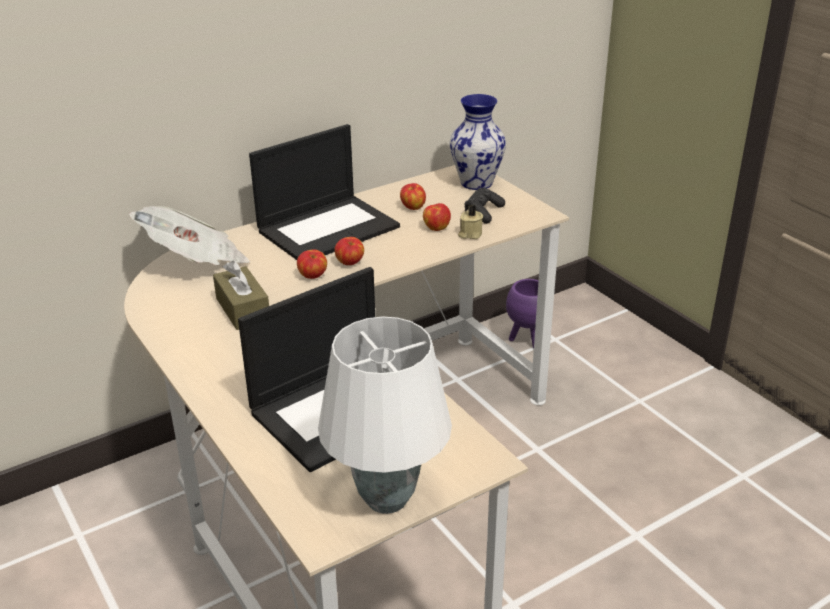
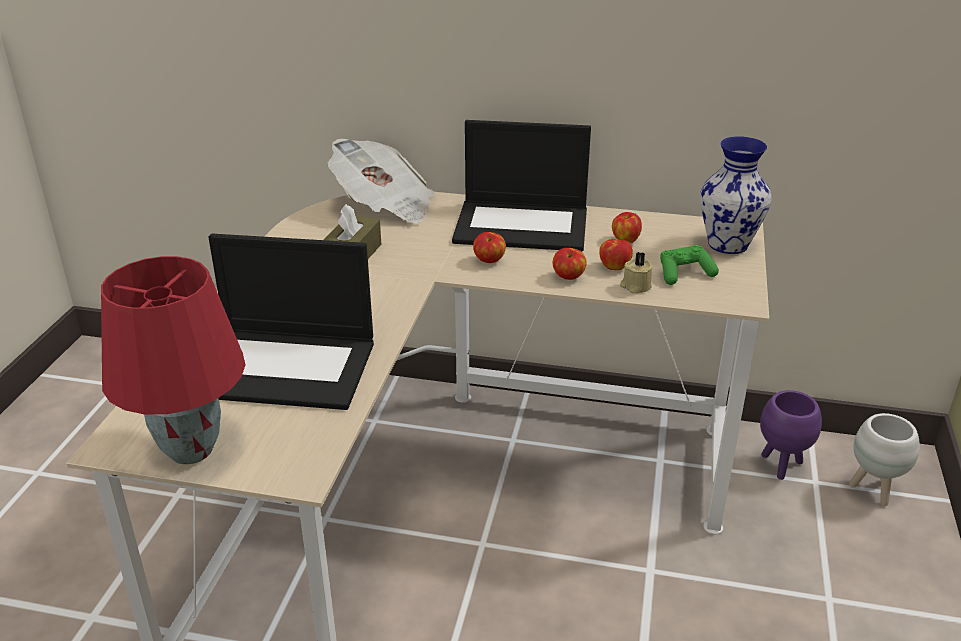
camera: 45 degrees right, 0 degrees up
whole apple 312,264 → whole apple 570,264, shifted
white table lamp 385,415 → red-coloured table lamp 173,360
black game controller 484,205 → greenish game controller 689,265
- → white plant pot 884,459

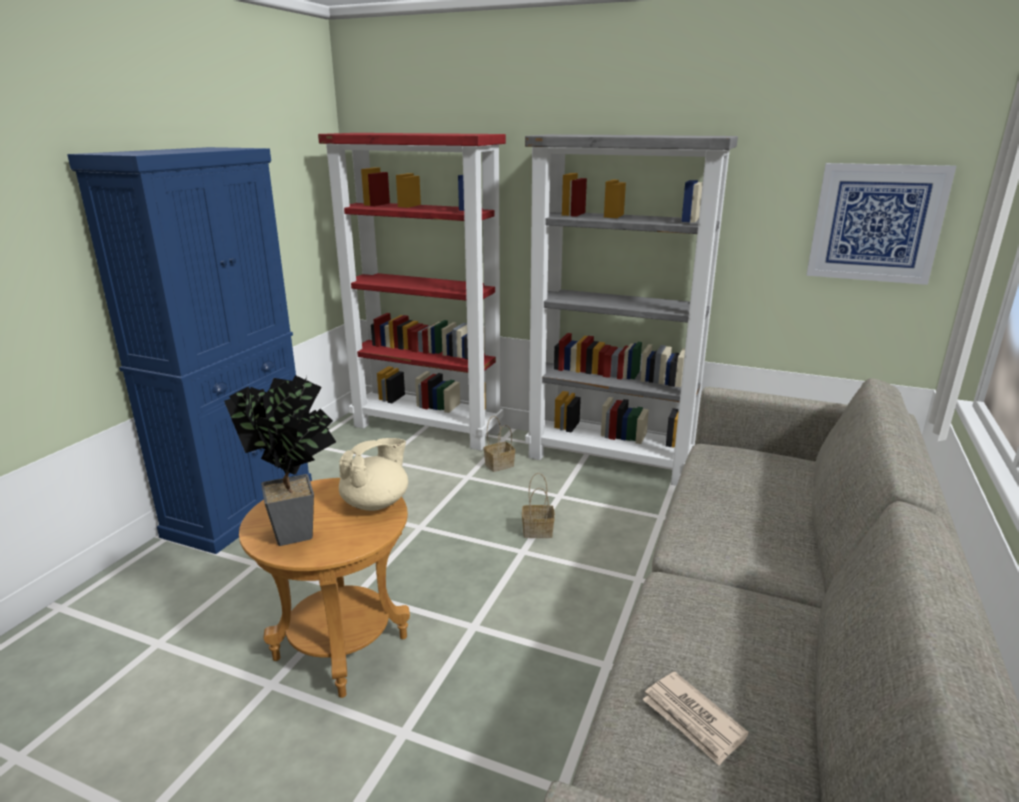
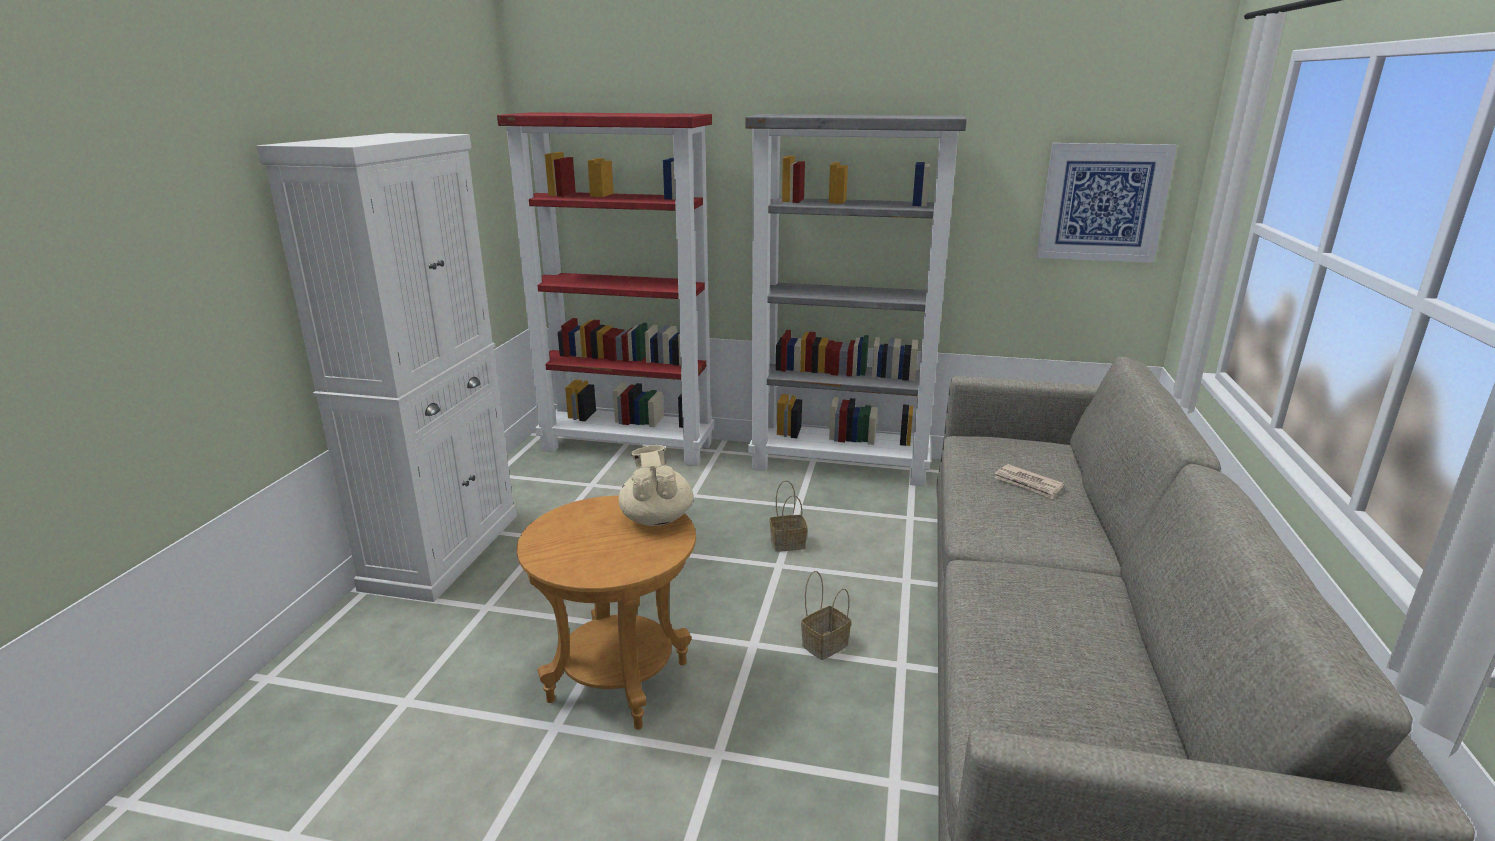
camera: 10 degrees left, 0 degrees up
bluish storage cabinet 189,350 → white storage cabinet 386,367
plant in a pot 280,460 → -
beige teapot 373,474 → beige teapot 656,485, 45 degrees counterclockwise
storage basket 499,444 → storage basket 826,615, shifted
daily paper 695,719 → daily paper 1029,481, shifted

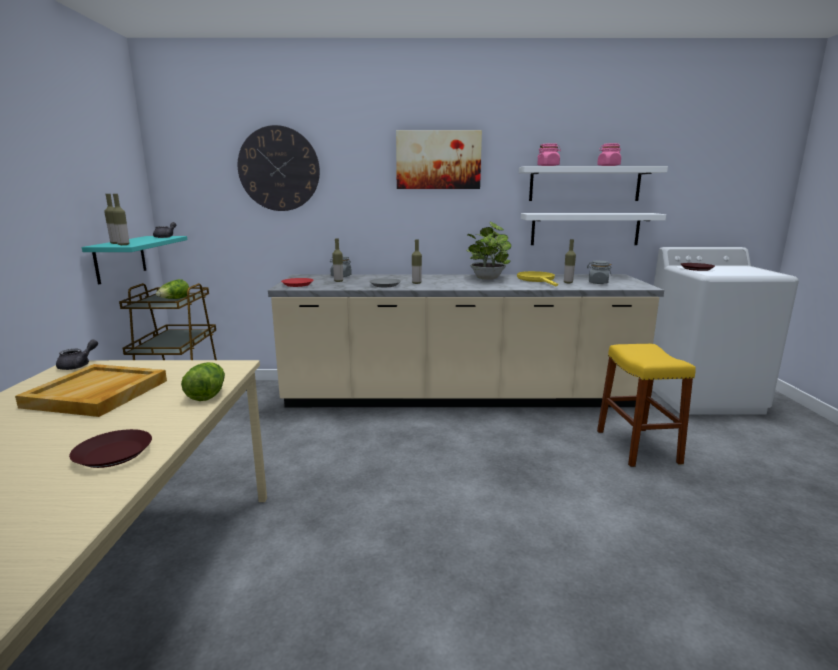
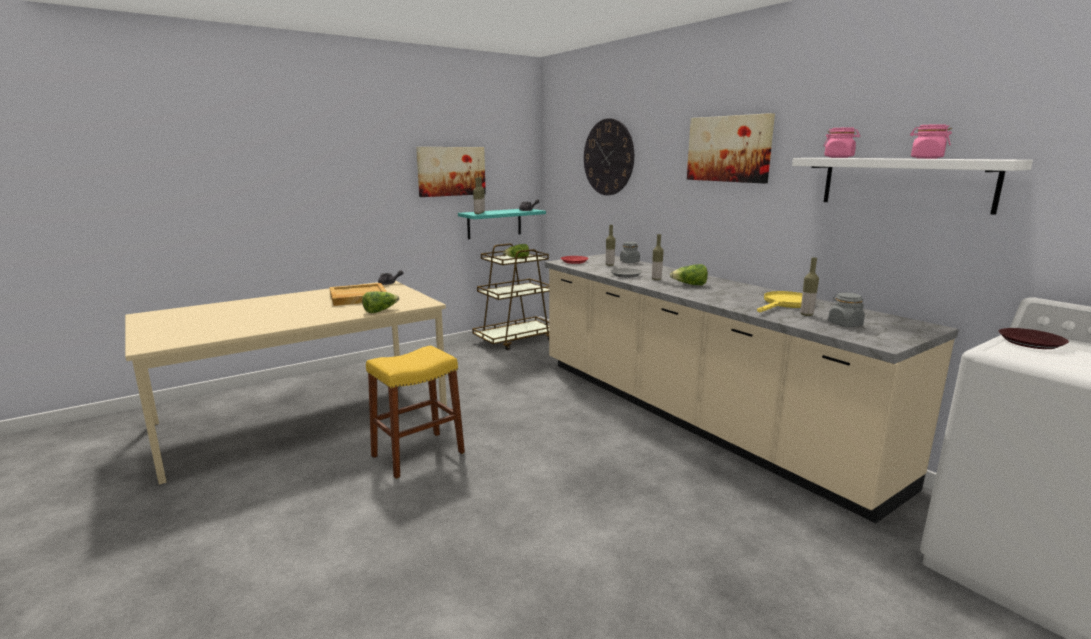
camera: 55 degrees right, 0 degrees up
brownish flat dish 110,448 → -
plant in a pot 488,250 → -
white wall shelf 593,229 → -
yellow stool 646,405 → yellow stool 415,412, shifted
- → picture 451,172
- → head of lettuce 689,274

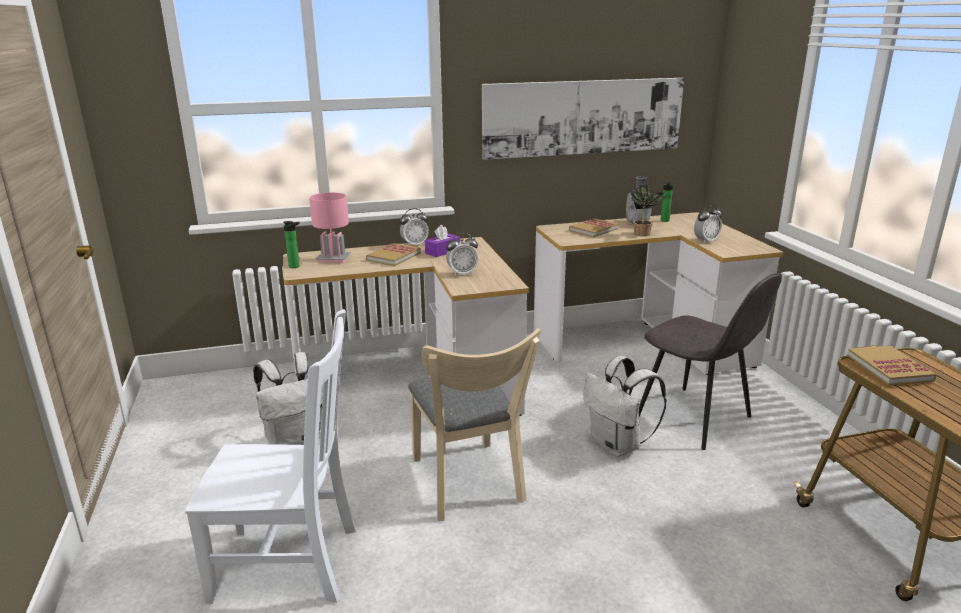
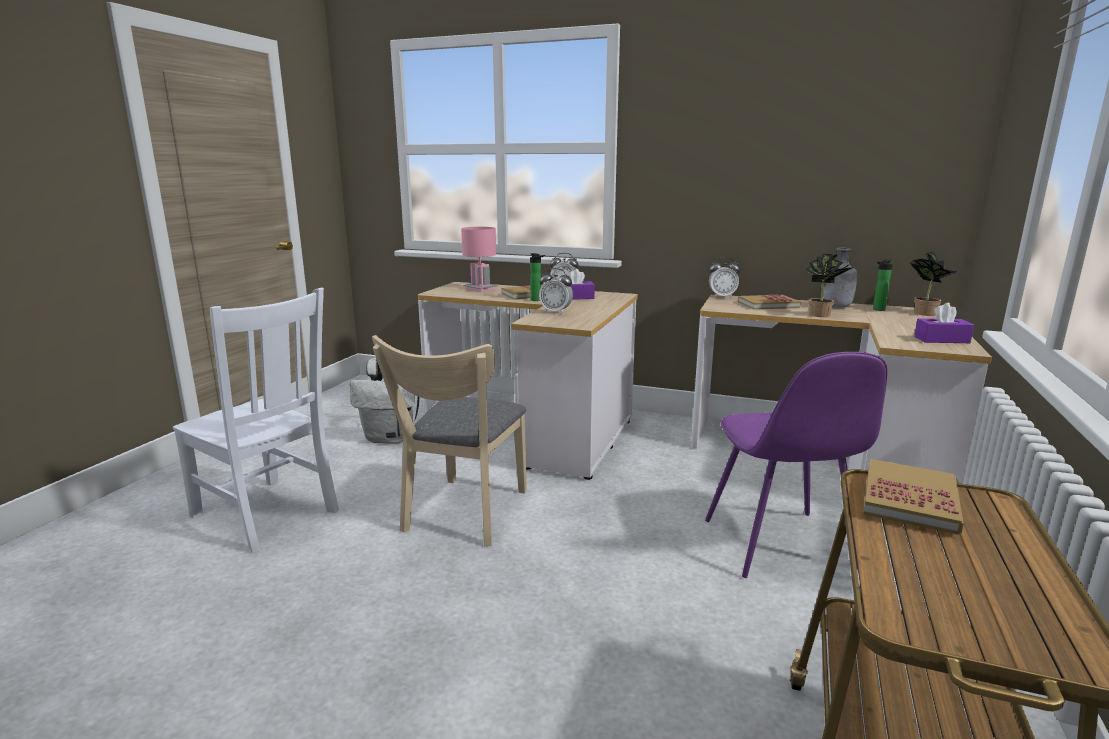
camera: 35 degrees right, 5 degrees down
beverage bottle 291,244 → beverage bottle 537,277, shifted
picture 583,119 → -
white backpack 625,406 → -
greyish chair 710,361 → purplish chair 796,465
table clock 708,224 → table clock 724,277, shifted
- → plant in a pot 933,283
- → purplish tissue box 944,323

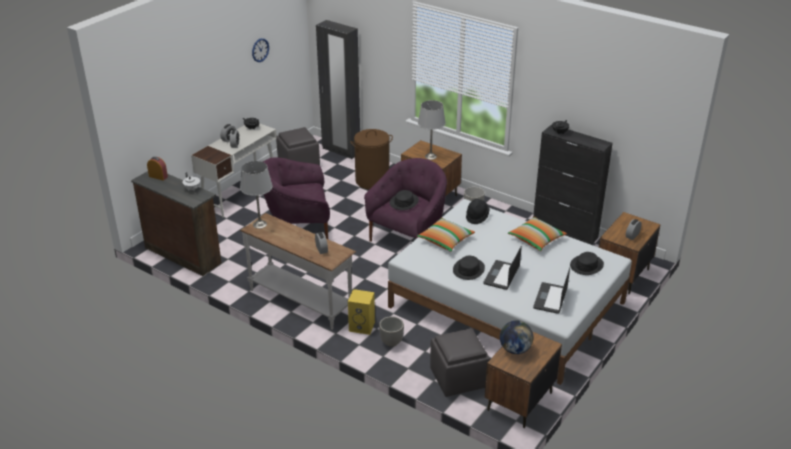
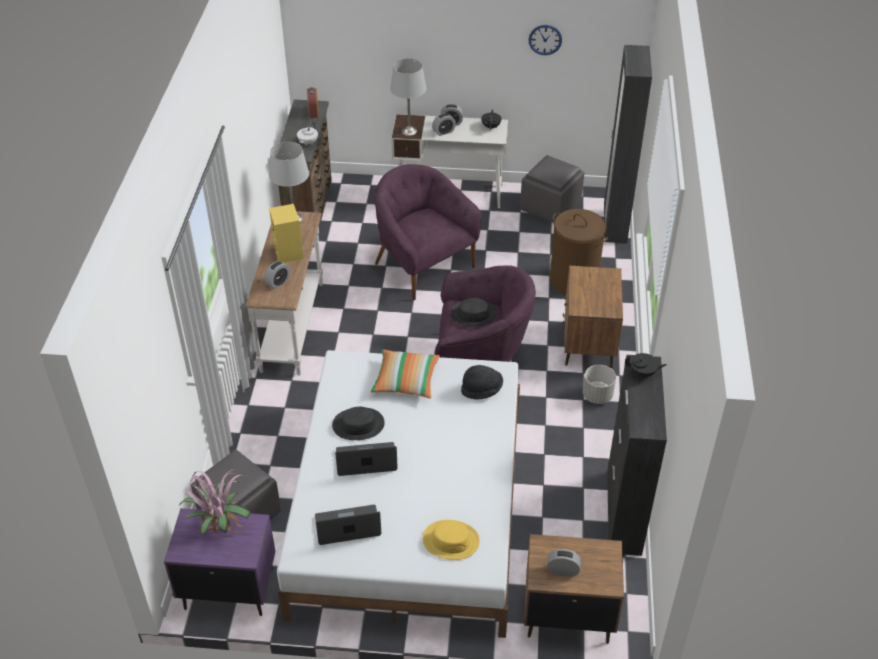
camera: 60 degrees right, 10 degrees up
yellow speaker 361,312 → yellow speaker 286,233, shifted
plant pot 391,331 → -
greyish table lamp 432,130 → greyish table lamp 408,97, shifted
brownish night table 523,379 → purplish night table 220,562
world globe 517,337 → plant in a pot 215,503
cushion 537,234 → -
black clothing hat 587,263 → yellow clothing hat 451,540

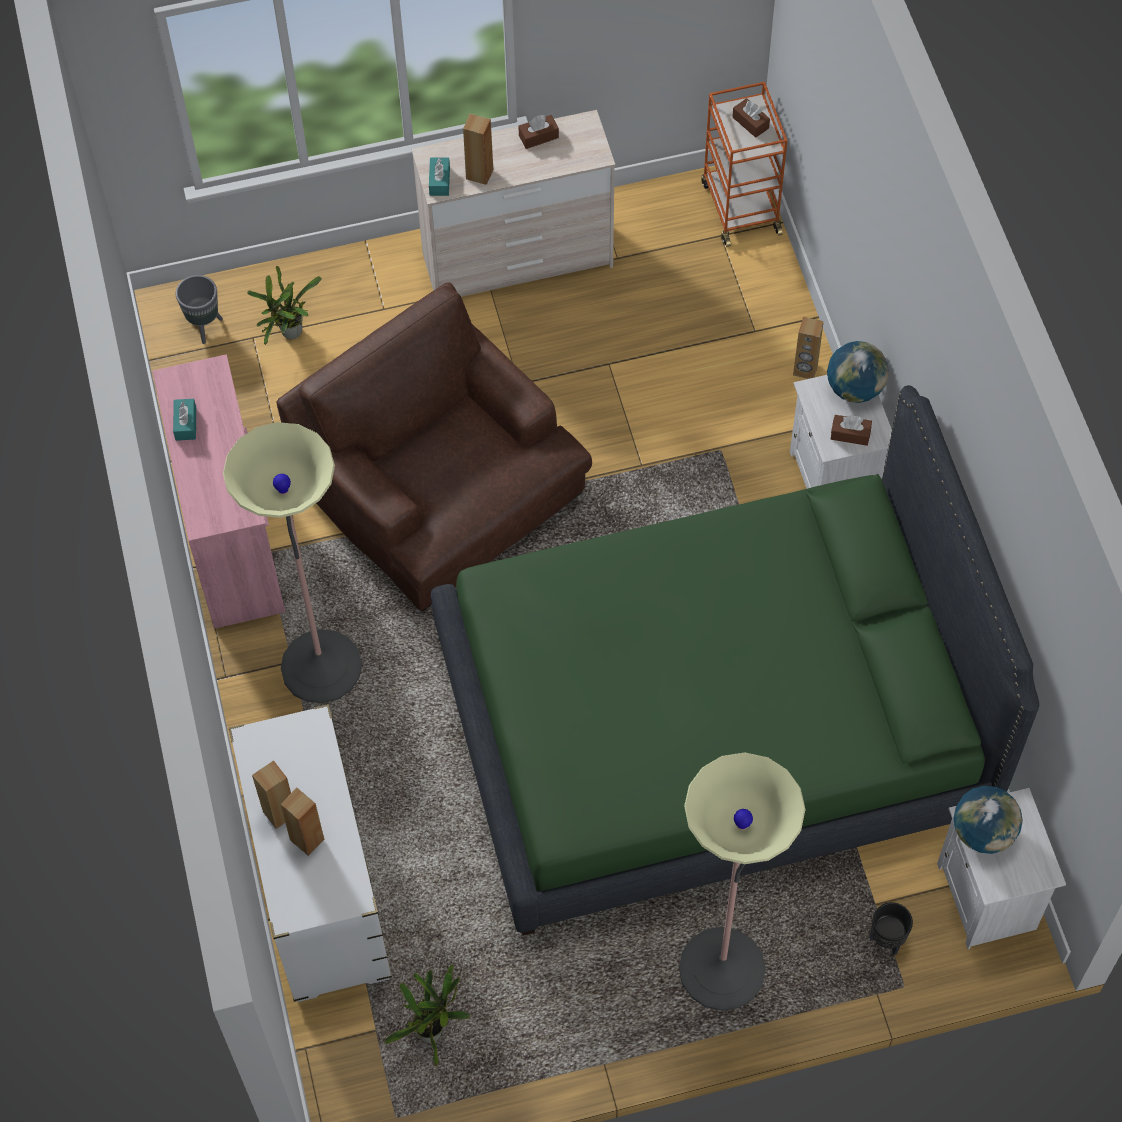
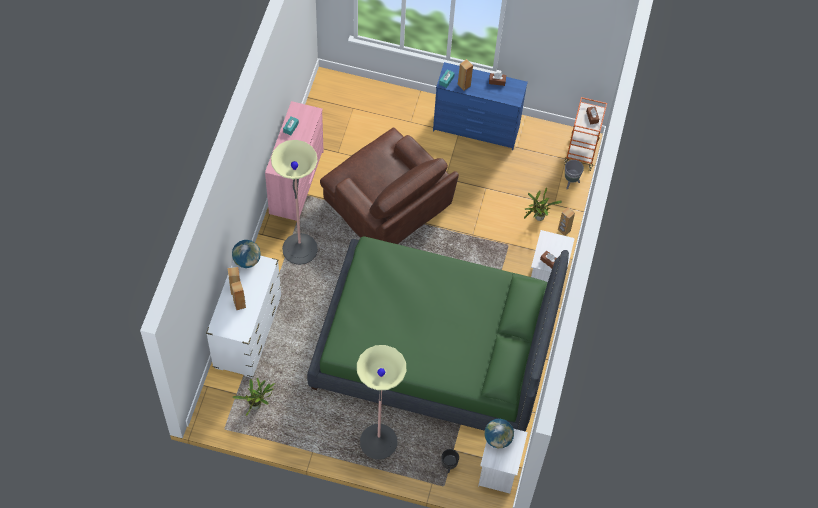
camera: 25 degrees right, 0 degrees up
greyish plant pot 199,309 → greyish plant pot 574,174, shifted
plant in a pot 284,305 → plant in a pot 543,204, shifted
brownish lounge chair 434,447 → brownish lounge chair 389,185, 150 degrees clockwise
beige dresser 513,203 → bluish dresser 480,106
world globe 858,372 → world globe 246,254, shifted

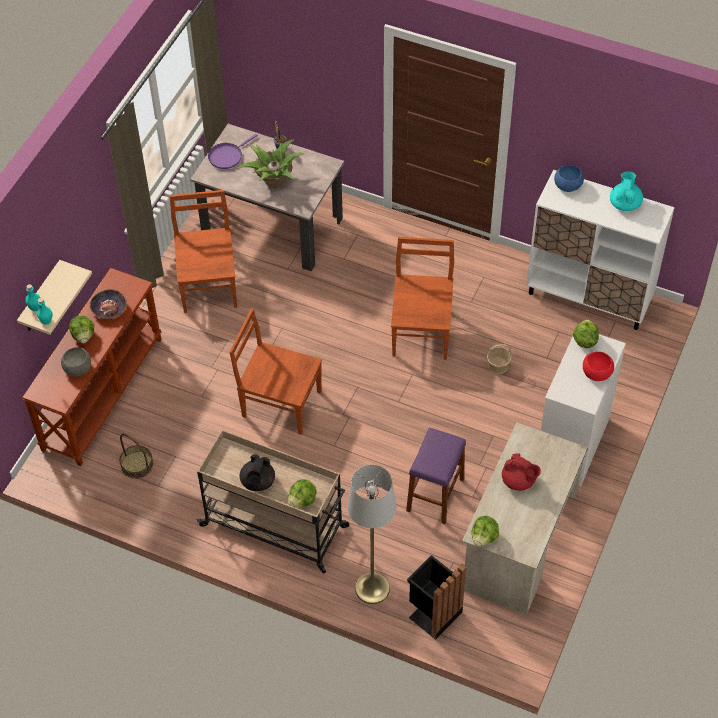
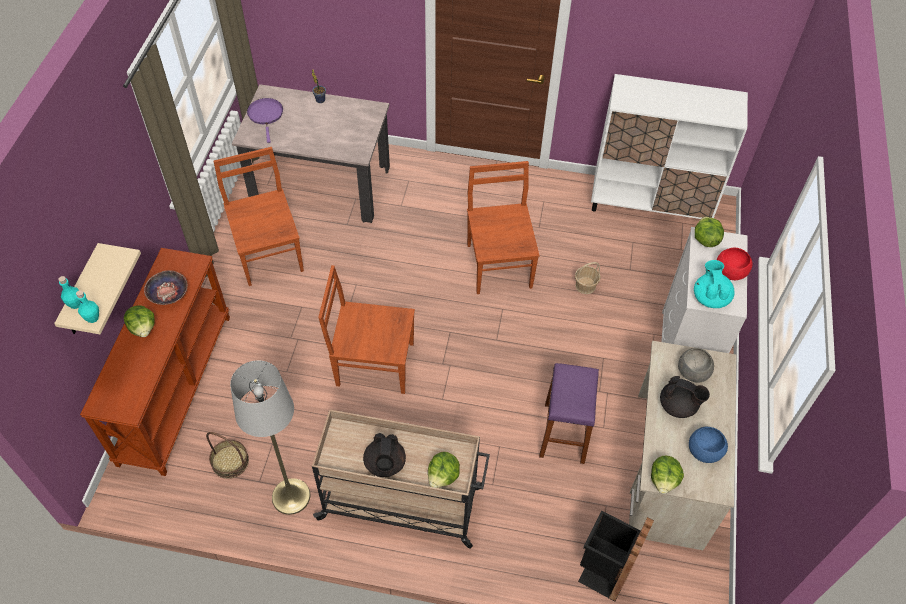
camera: 15 degrees left, 0 degrees up
greyish deep dish 76,361 → greyish deep dish 696,365, shifted
purplish skillet 233,151 → purplish skillet 265,120, 135 degrees clockwise
plant in a pot 270,163 → -
greyish standing lamp 371,534 → greyish standing lamp 270,437, shifted
red-coloured teapot 521,472 → black teapot 685,397
bluish deep dish 569,178 → bluish deep dish 708,445, shifted
blue-green teapot 626,191 → blue-green teapot 714,284, shifted

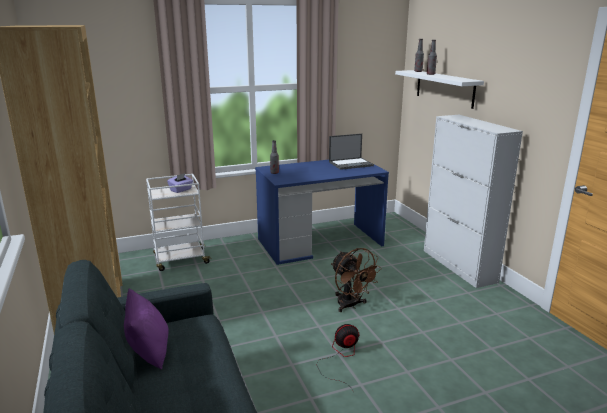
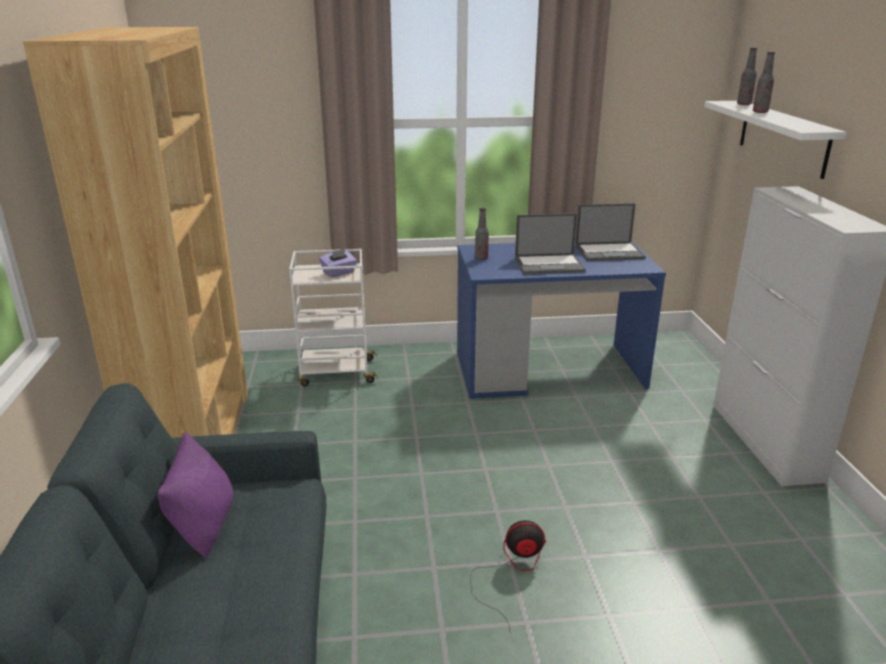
camera: 15 degrees right, 5 degrees up
brownish electric fan 356,280 → -
- → laptop 550,244

